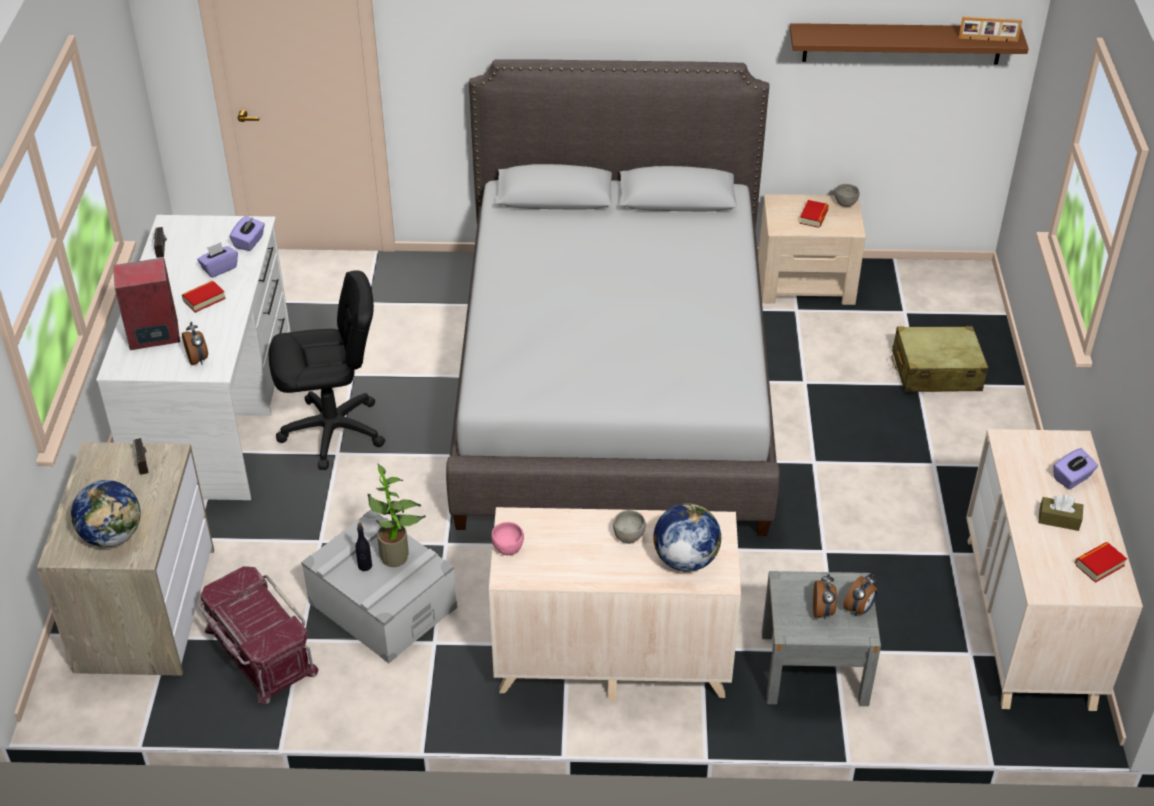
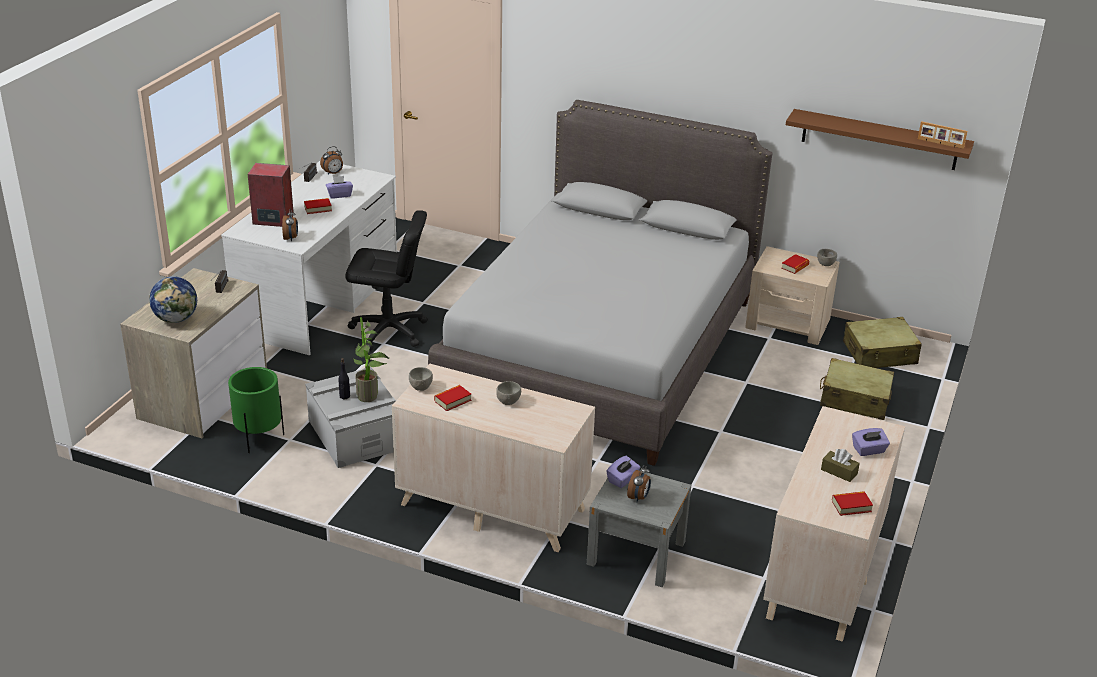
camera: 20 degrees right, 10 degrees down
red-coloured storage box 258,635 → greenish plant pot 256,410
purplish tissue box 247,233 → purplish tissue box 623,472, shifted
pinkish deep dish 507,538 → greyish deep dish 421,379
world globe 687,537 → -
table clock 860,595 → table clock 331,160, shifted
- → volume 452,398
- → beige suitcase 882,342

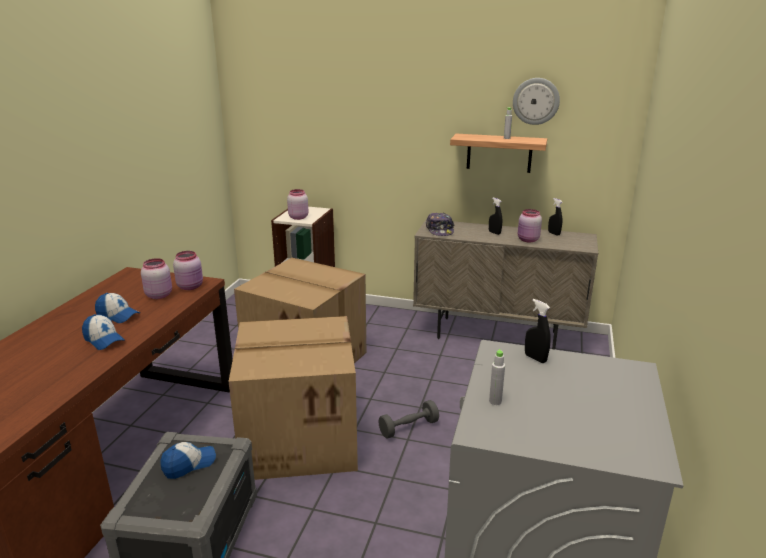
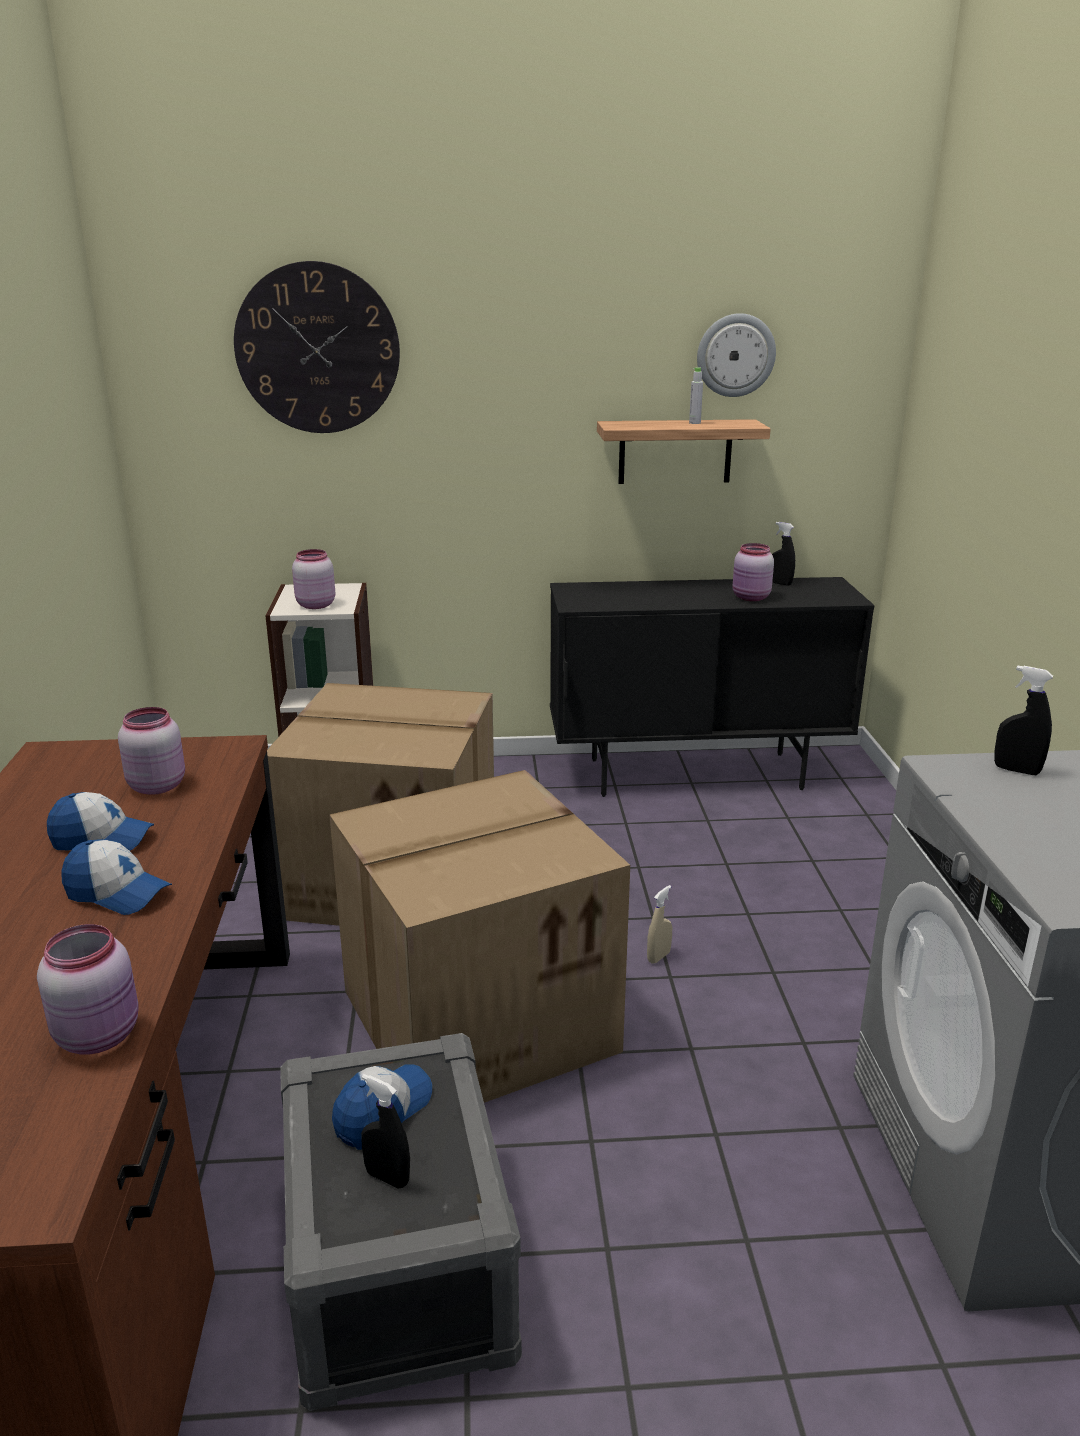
camera: 20 degrees left, 0 degrees up
pinkish storage jar 188,270 → pinkish storage jar 88,989, shifted
greyish free weight 408,419 → beige hand sprayer 659,924
beige storage cabinet 505,284 → black storage cabinet 712,687
baseball cap 440,224 → -
black hand sprayer 495,216 → black hand sprayer 385,1131, shifted
greyish beverage bottle 497,377 → -
- → wall clock 317,347

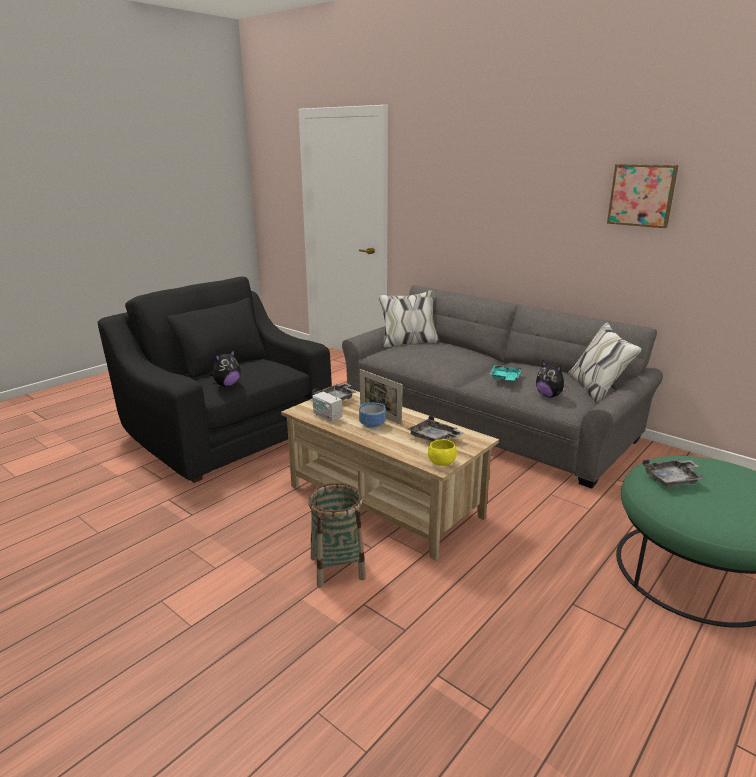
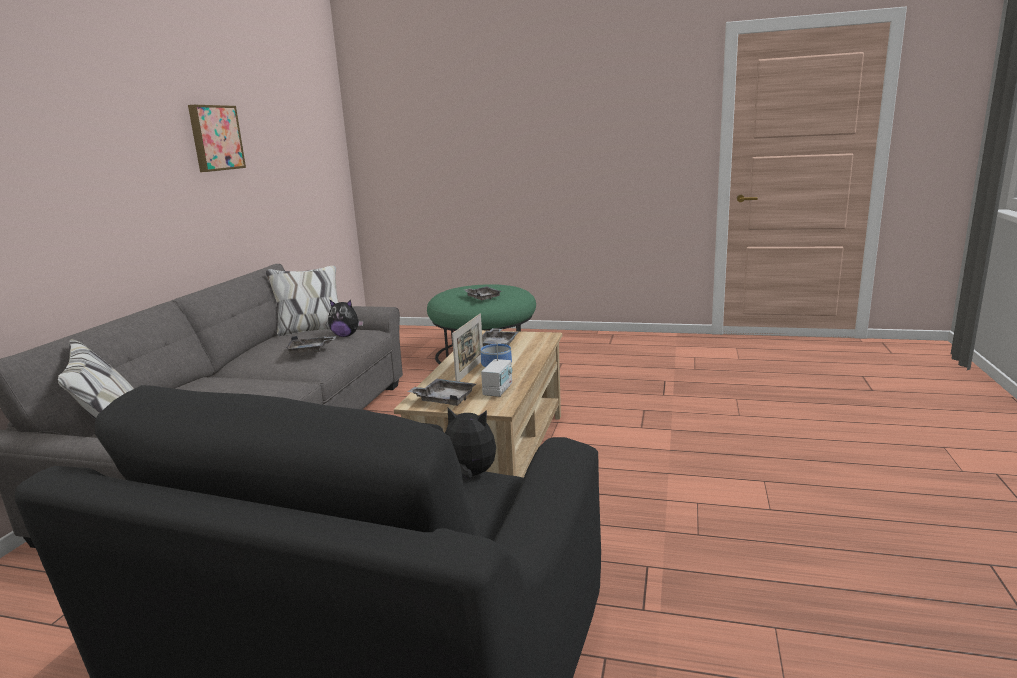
camera: 115 degrees left, 5 degrees down
storage basket 337,535 → -
yellow deep dish 442,452 → -
blue-green carrying tray 506,373 → greyish carrying tray 310,344
plush toy 552,379 → plush toy 346,318, 75 degrees clockwise

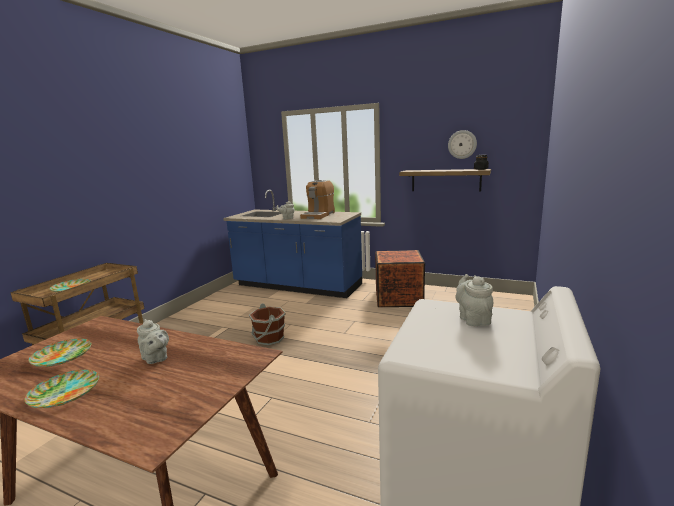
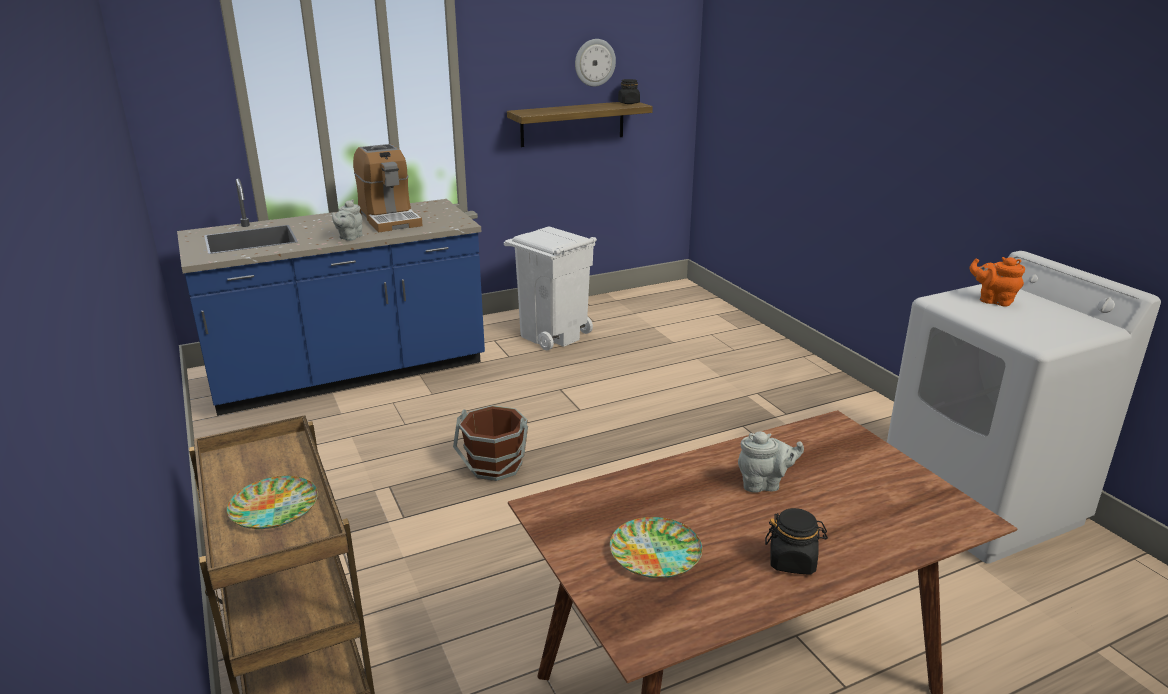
camera: 50 degrees left, 10 degrees up
flat dish 62,389 → black storage jar 796,541
shipping crate 400,278 → white rubbish bin 550,288
greyish teapot 474,300 → orange teapot 997,281

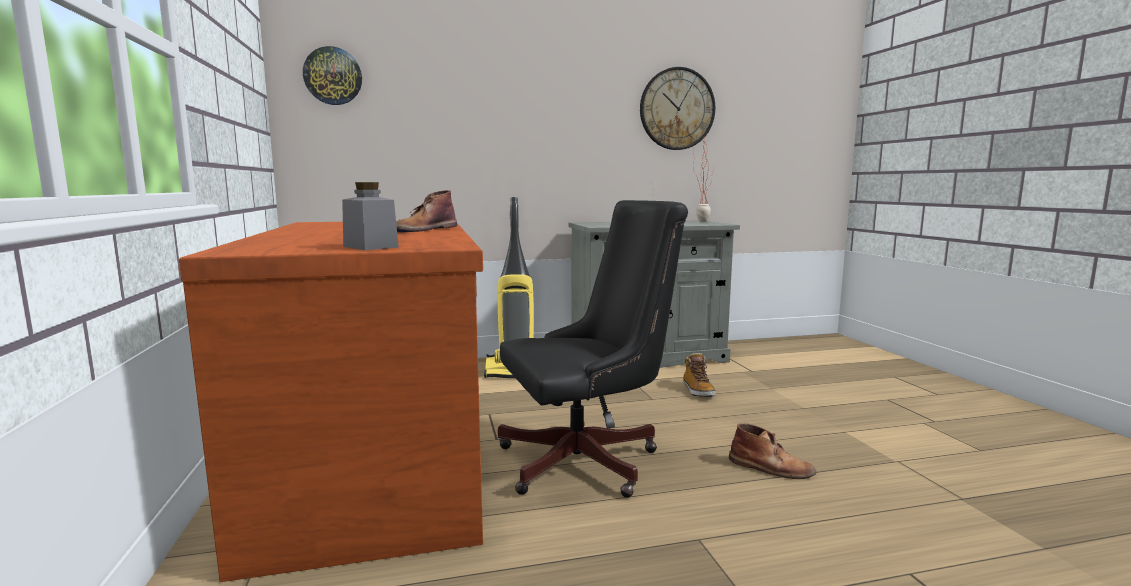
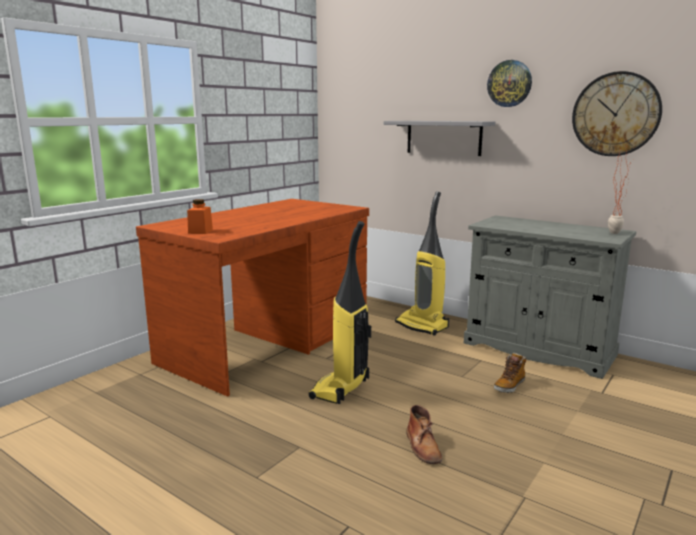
camera: 50 degrees right, 5 degrees up
wall clock 332,75 → wall clock 509,83, shifted
greyish storage jar 370,216 → orange storage jar 200,216
brownish boot 426,211 → -
black desk chair 593,349 → vacuum 340,312
- → greyish wall shelf 439,138

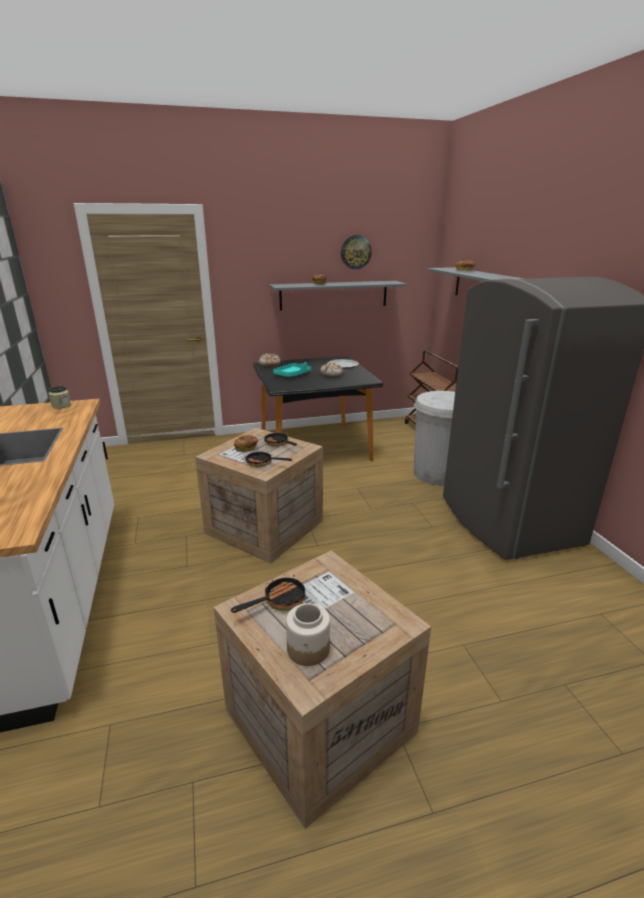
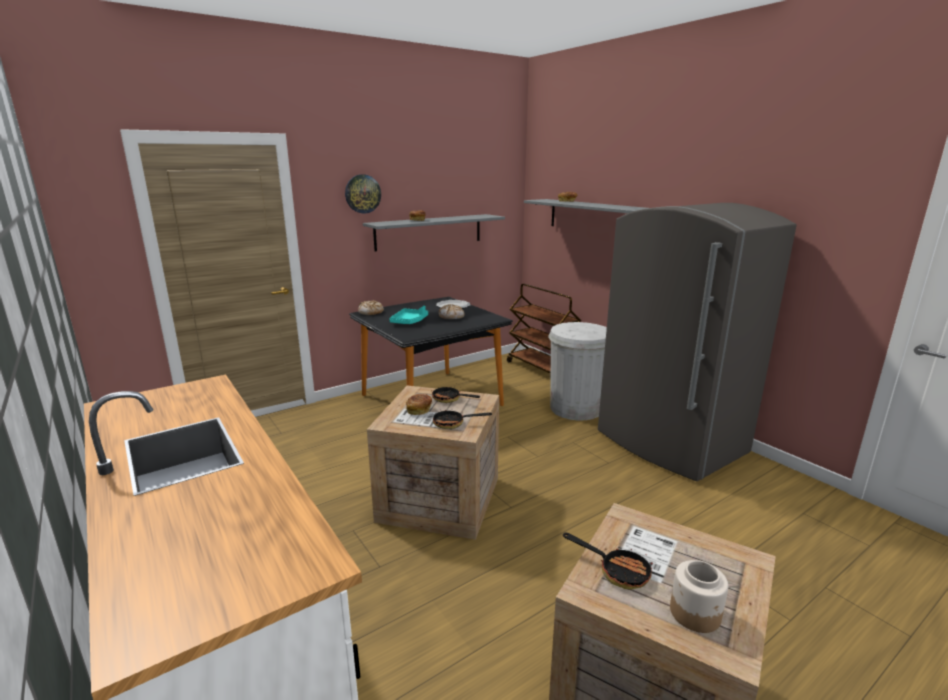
camera: 20 degrees left, 5 degrees down
storage jar 59,397 → -
skillet 268,592 → skillet 608,561, 90 degrees clockwise
wall clock 356,252 → wall clock 363,194, shifted

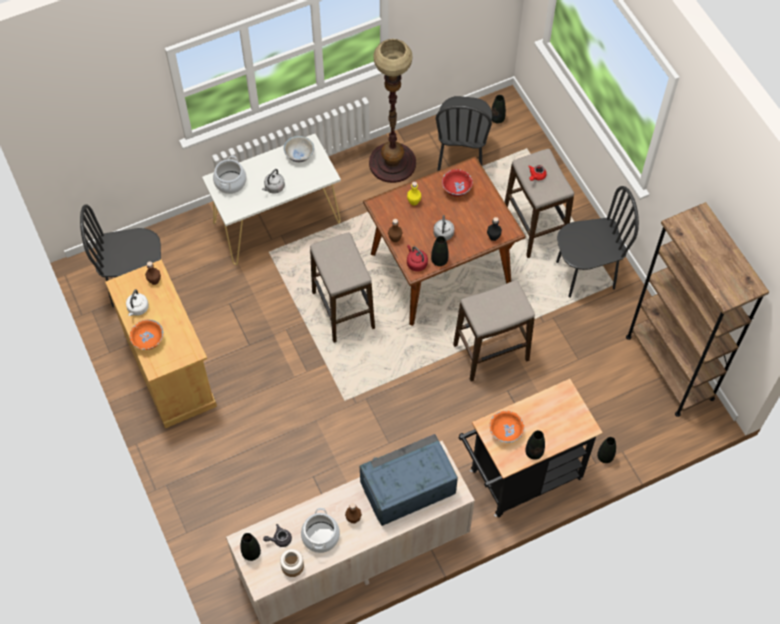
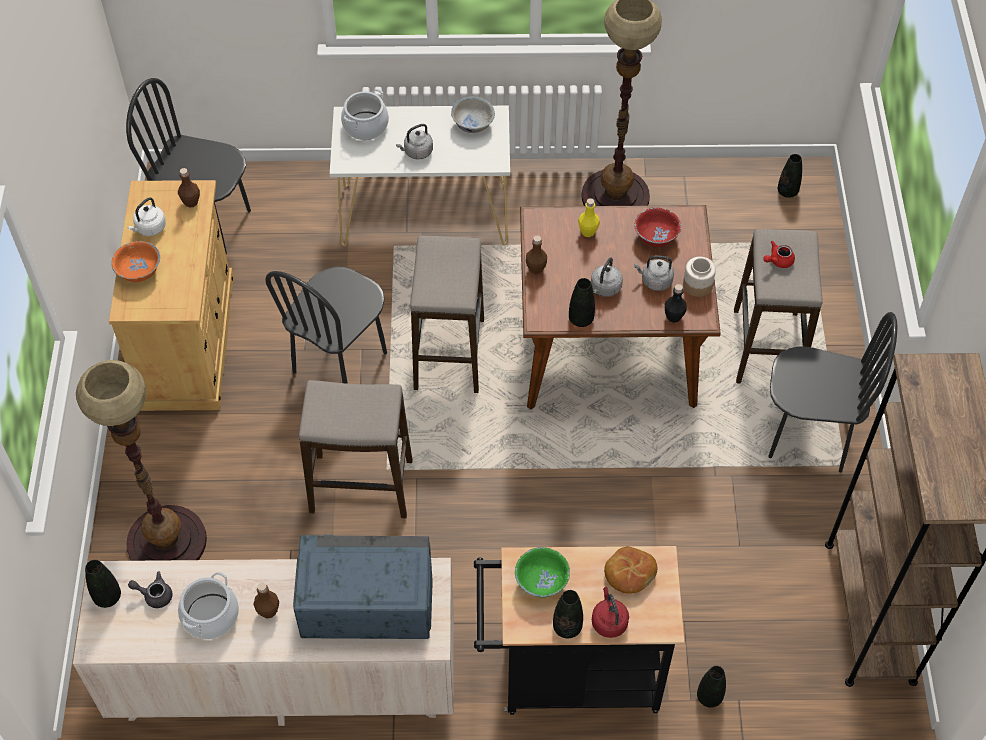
camera: 25 degrees right, 5 degrees down
storage jar 292,563 → storage jar 699,277, shifted
red-coloured tea kettle 417,258 → red-coloured tea kettle 610,612, shifted
black chair 464,133 → black chair 326,325, shifted
stool 494,330 → stool 356,449, shifted
orange deep dish 506,427 → greenish deep dish 542,572
- → standing lamp 141,460
- → bread 630,570
- → greyish tea kettle 654,273

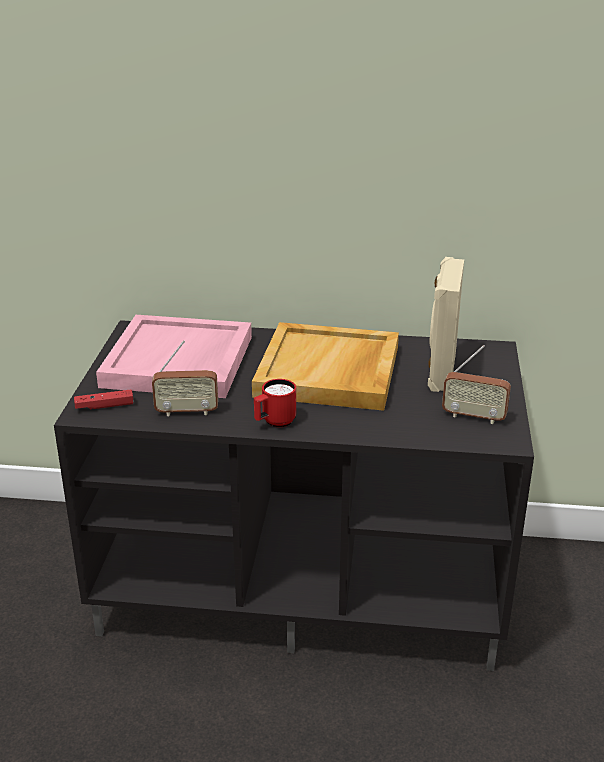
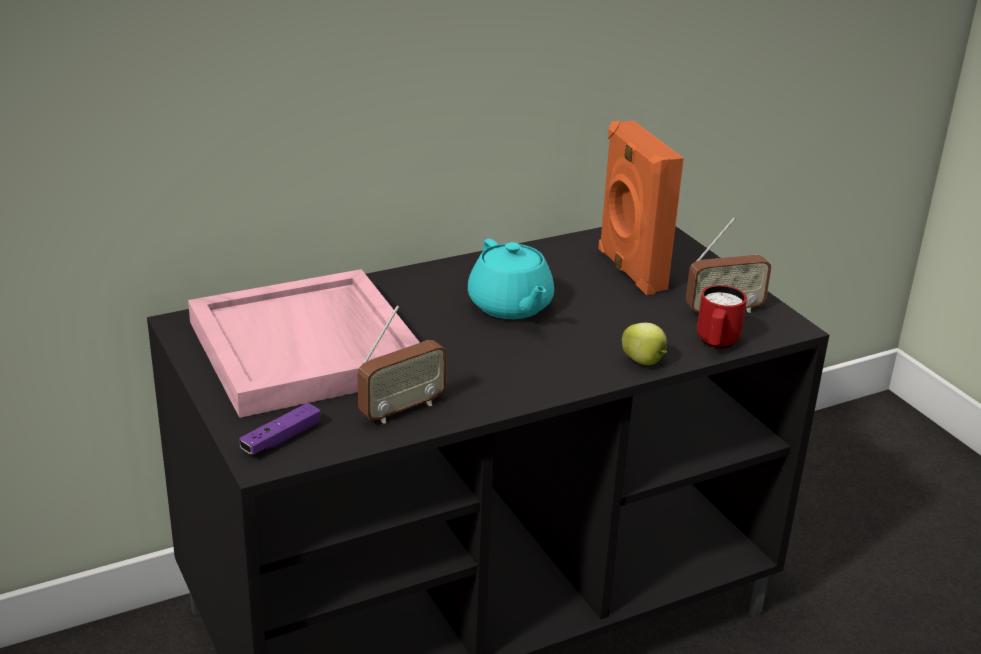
camera: 35 degrees left, 0 degrees up
red-coloured game controller 103,399 → purplish game controller 280,429
beige carrying tray 325,366 → blue-green teapot 511,279
red-coloured tea mug 275,403 → red-coloured tea mug 722,317, shifted
beige speaker 446,324 → orange speaker 641,208
- → whole apple 644,344

